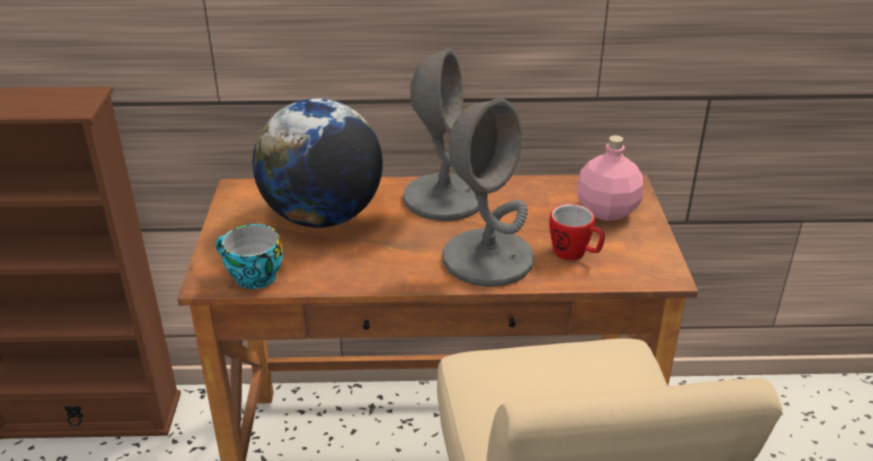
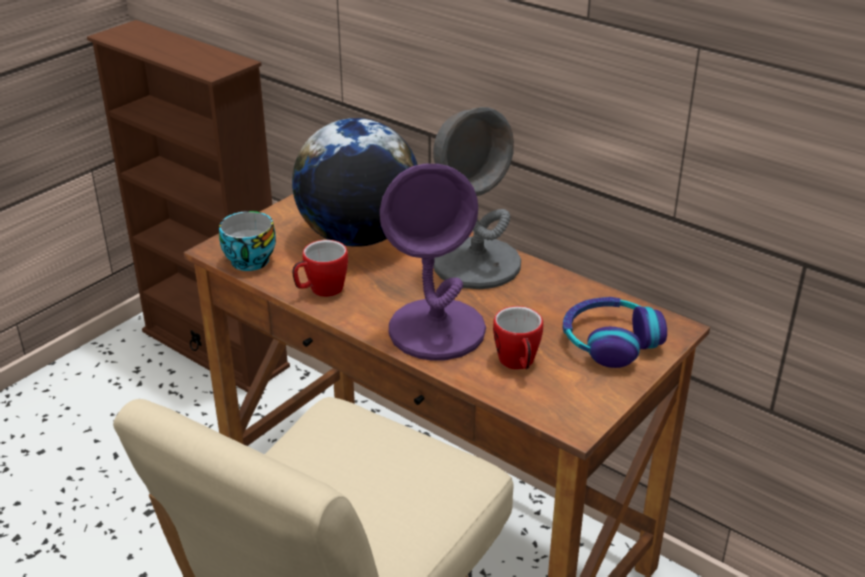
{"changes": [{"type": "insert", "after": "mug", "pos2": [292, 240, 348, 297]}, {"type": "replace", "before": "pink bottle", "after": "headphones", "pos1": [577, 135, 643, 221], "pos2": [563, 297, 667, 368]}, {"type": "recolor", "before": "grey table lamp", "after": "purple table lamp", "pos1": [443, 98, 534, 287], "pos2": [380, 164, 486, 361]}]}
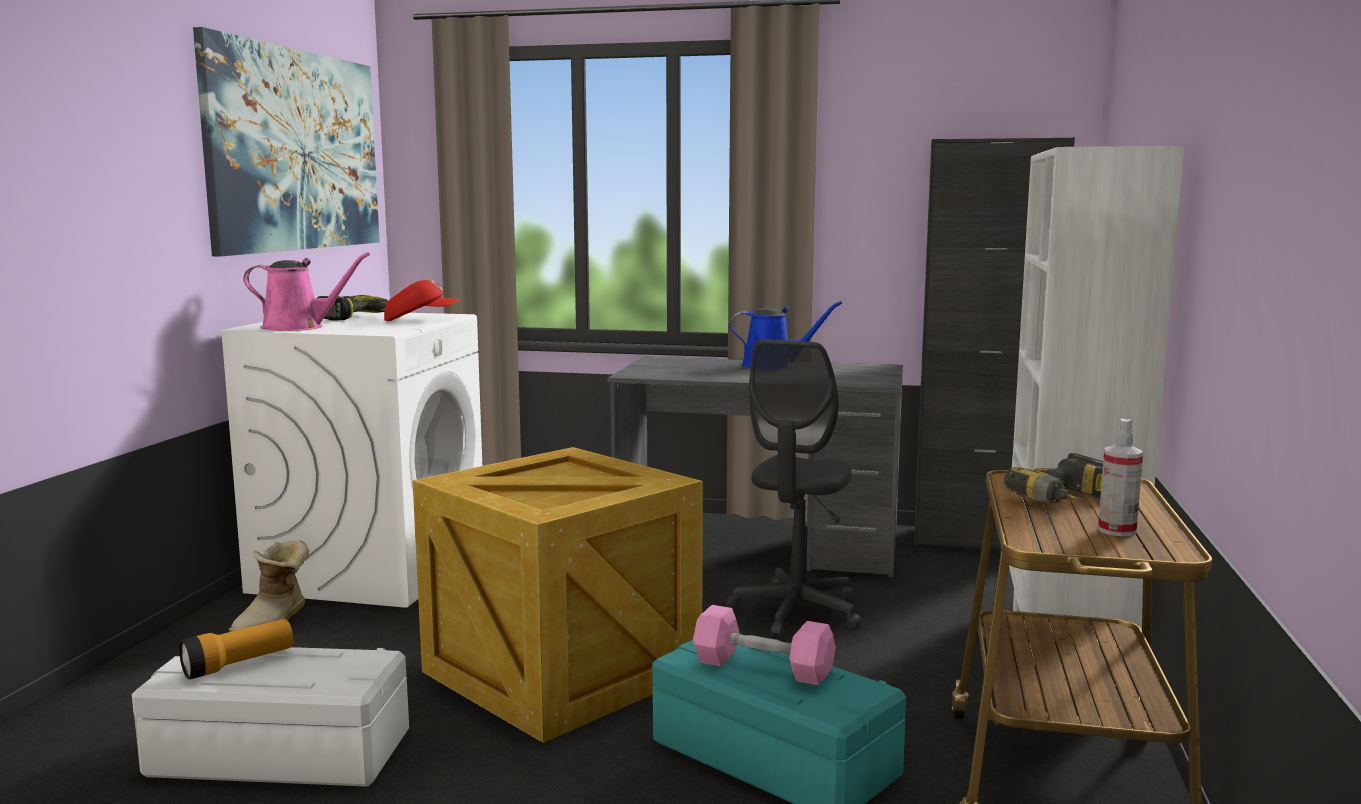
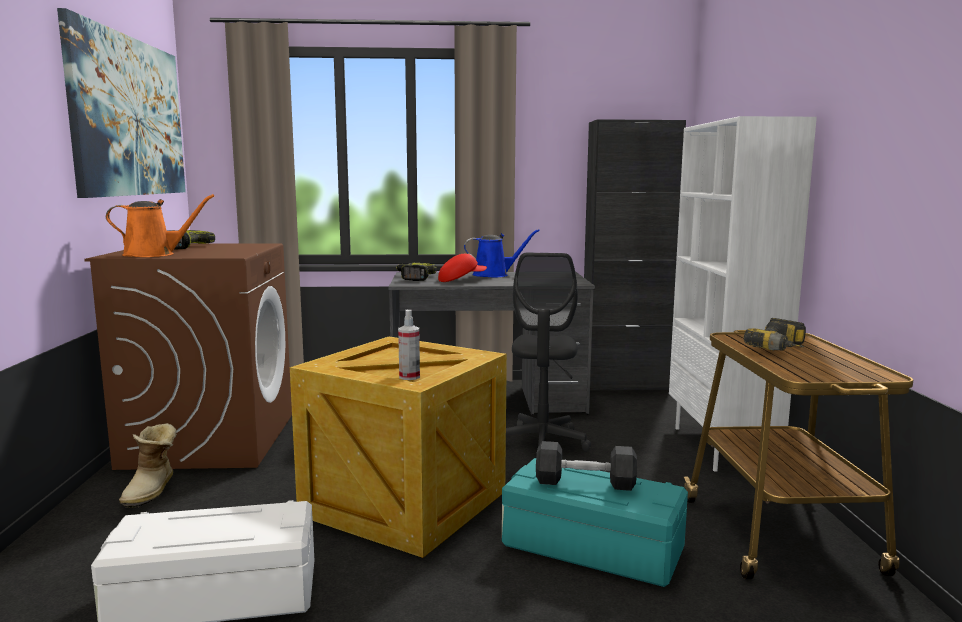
{"changes": [{"type": "delete", "before": "flashlight", "pos1": [179, 619, 293, 679]}, {"type": "insert", "after": "power drill", "pos2": [396, 263, 437, 281]}, {"type": "move", "before": "red cap", "pos1": [384, 280, 459, 321], "pos2": [438, 253, 487, 282]}, {"type": "move", "before": "spray bottle", "pos1": [1098, 419, 1143, 536], "pos2": [398, 310, 420, 380]}, {"type": "recolor", "before": "white washing machine", "after": "brown washing machine", "pos1": [216, 312, 482, 608], "pos2": [84, 243, 292, 470]}, {"type": "recolor", "before": "pink watering can", "after": "orange watering can", "pos1": [243, 252, 370, 331], "pos2": [106, 194, 214, 257]}, {"type": "recolor", "before": "pink dumbbell", "after": "grey dumbbell", "pos1": [693, 605, 835, 685], "pos2": [536, 441, 637, 491]}]}
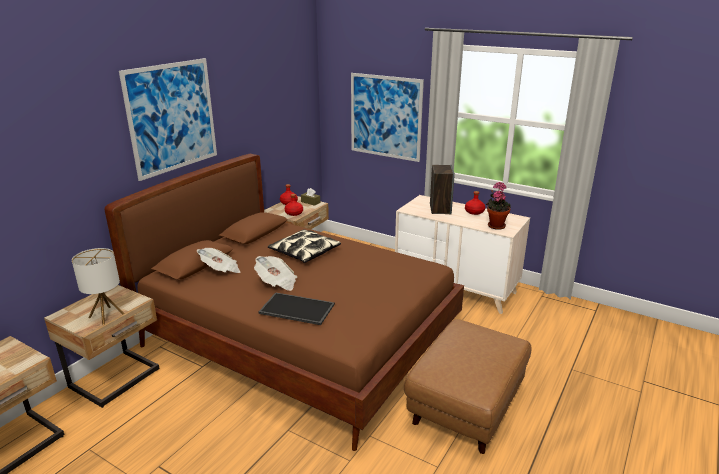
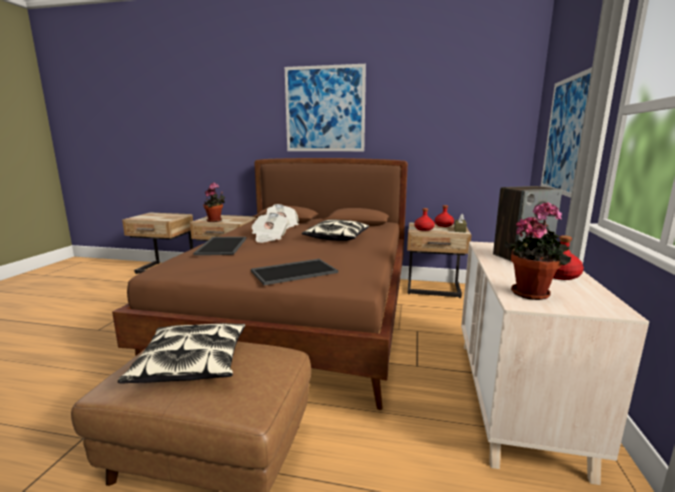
{"changes": [{"type": "insert", "after": "pillow", "pos2": [118, 323, 245, 384]}, {"type": "insert", "after": "tray", "pos2": [251, 259, 338, 285]}, {"type": "replace", "before": "table lamp", "after": "potted plant", "pos1": [72, 248, 125, 325], "pos2": [203, 183, 225, 222]}]}
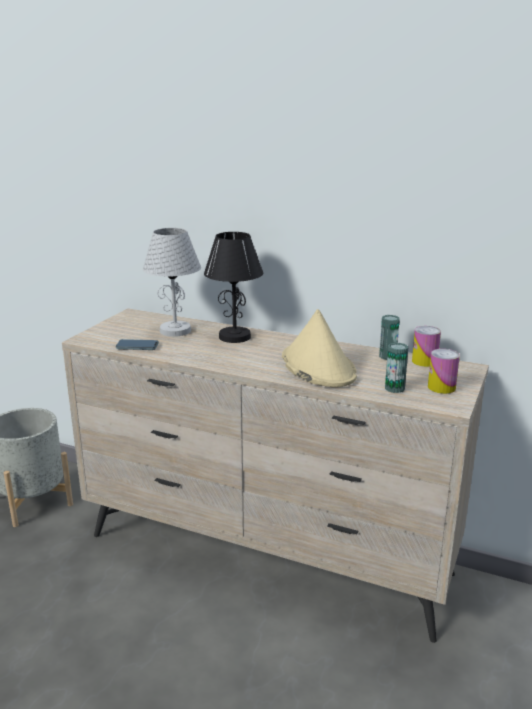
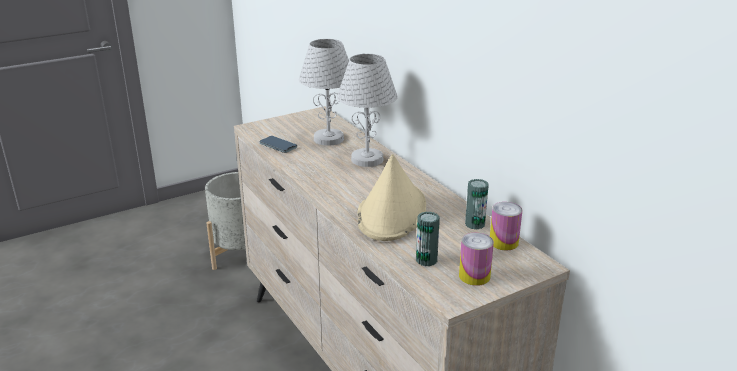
{"changes": [{"type": "recolor", "before": "black table lamp", "after": "white table lamp", "pos1": [204, 232, 263, 343], "pos2": [337, 54, 398, 167]}]}
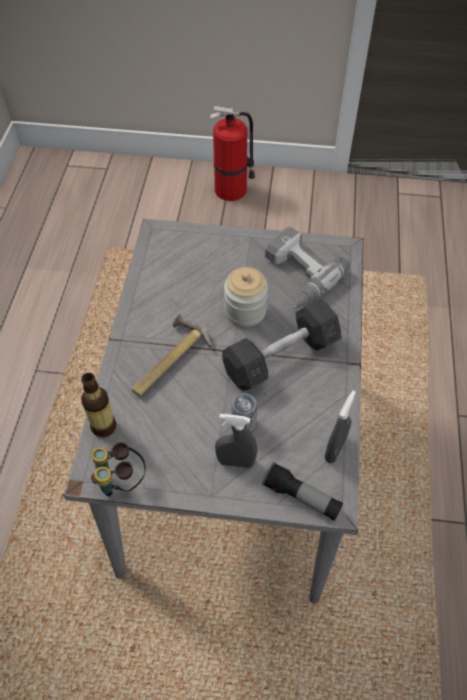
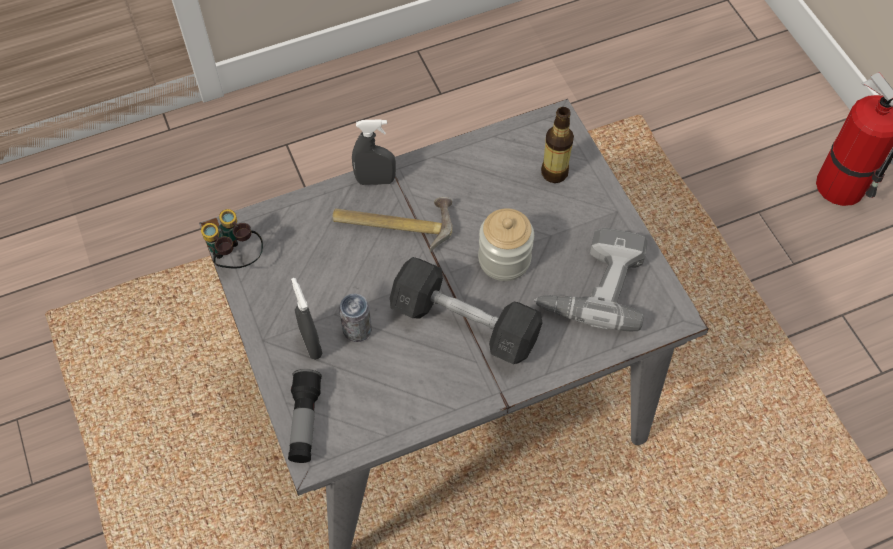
{"changes": [{"type": "move", "before": "bottle", "pos1": [81, 373, 116, 437], "pos2": [541, 107, 574, 183]}, {"type": "move", "before": "grey spray bottle", "pos1": [325, 391, 356, 463], "pos2": [352, 119, 396, 185]}]}
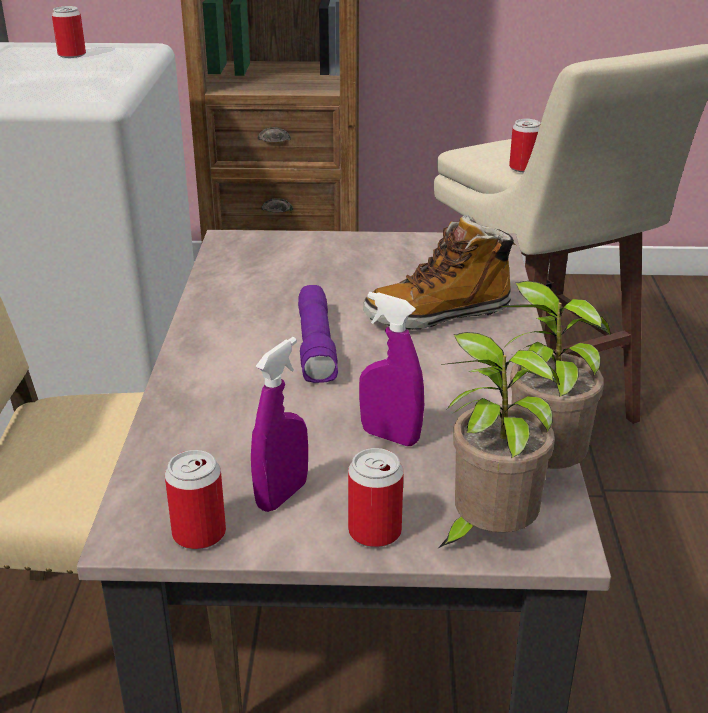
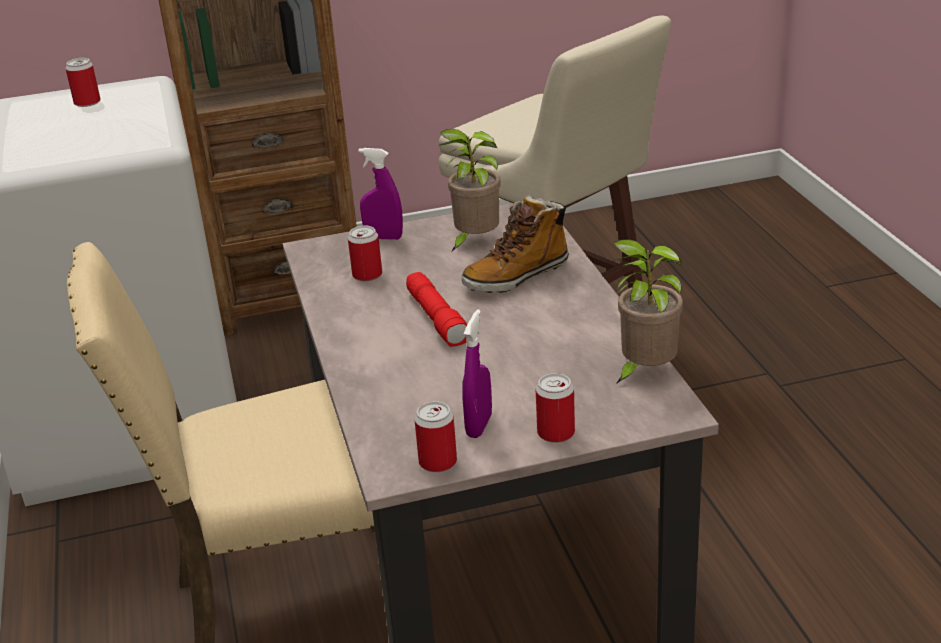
{"changes": [{"type": "move", "before": "purple spray bottle", "pos1": [359, 292, 424, 446], "pos2": [358, 148, 403, 240]}, {"type": "move", "before": "potted plant", "pos1": [437, 332, 560, 549], "pos2": [440, 129, 501, 252]}, {"type": "move", "before": "can", "pos1": [509, 119, 541, 172], "pos2": [348, 225, 382, 281]}, {"type": "recolor", "before": "purple flashlight", "after": "red flashlight", "pos1": [298, 285, 338, 383], "pos2": [406, 272, 467, 347]}]}
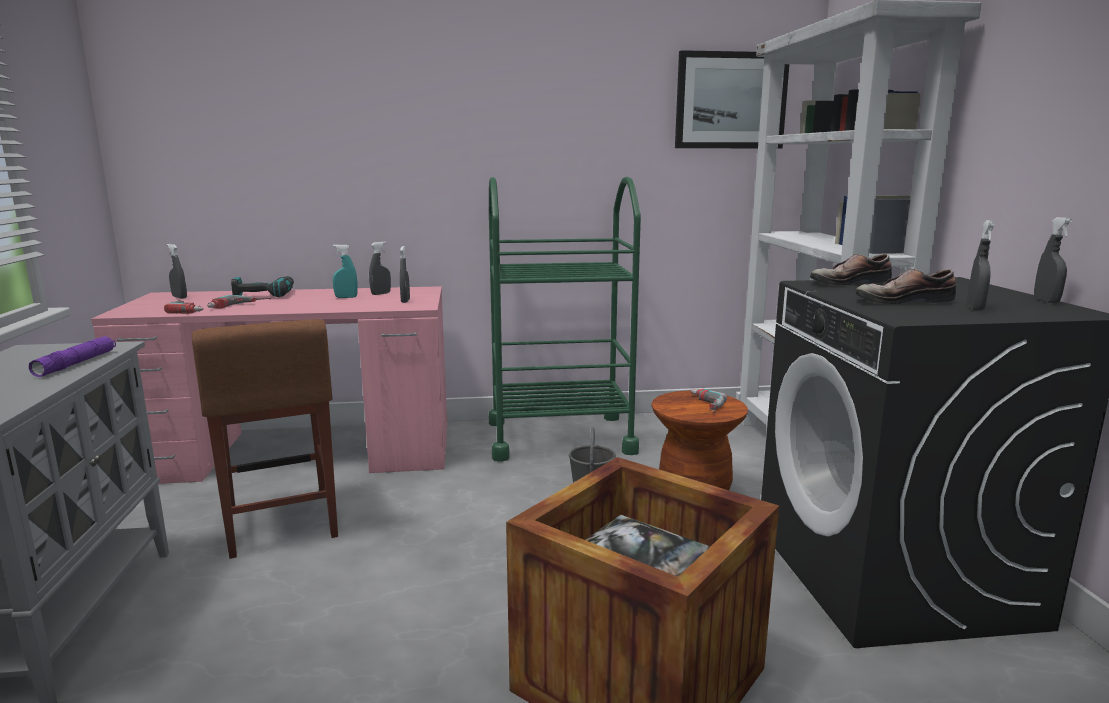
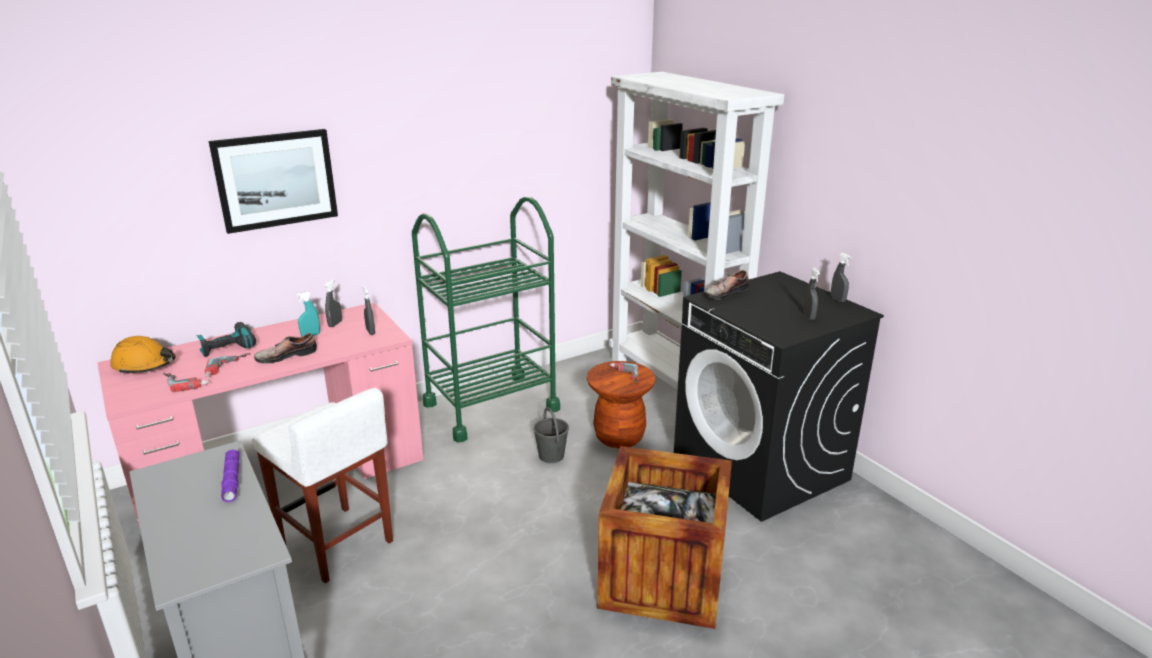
{"changes": [{"type": "move", "before": "picture", "pos1": [675, 50, 789, 148], "pos2": [209, 129, 338, 234]}, {"type": "move", "before": "shoe", "pos1": [855, 269, 956, 304], "pos2": [254, 333, 317, 364]}, {"type": "replace", "before": "grey spray bottle", "after": "orange hard hat", "pos1": [167, 244, 187, 299], "pos2": [111, 336, 176, 375]}, {"type": "recolor", "before": "brown stool", "after": "white stool", "pos1": [192, 319, 338, 559], "pos2": [252, 388, 393, 583]}]}
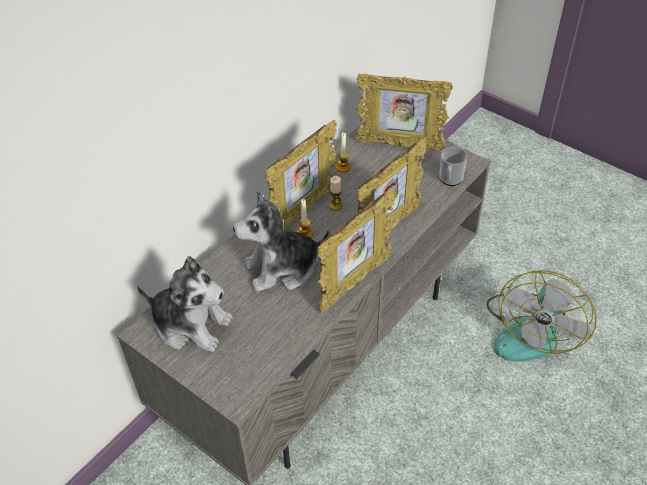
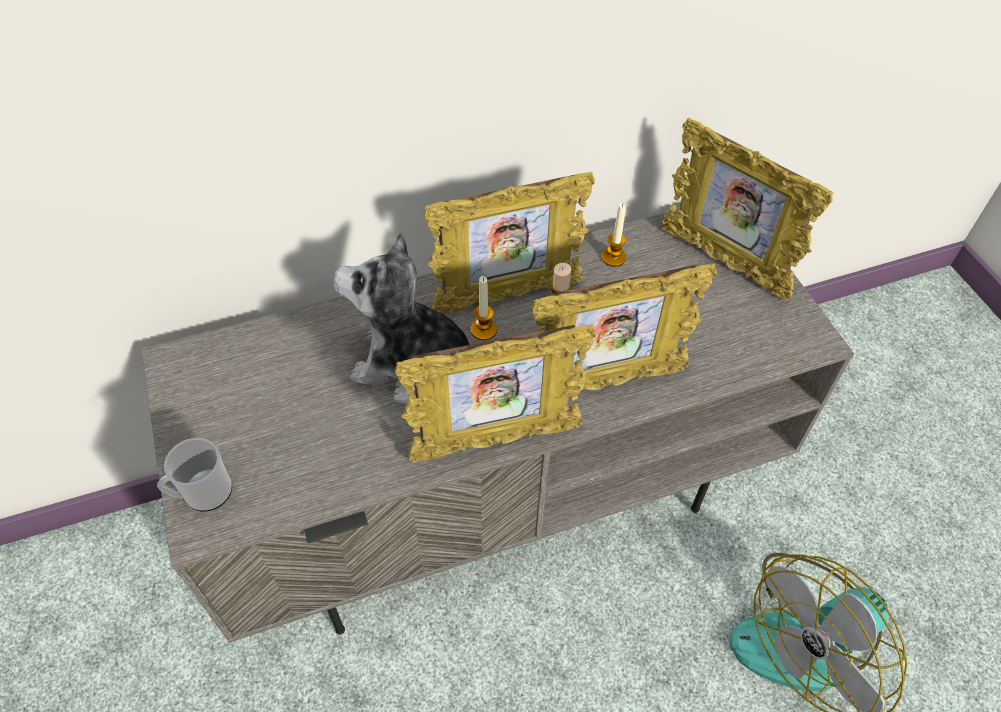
{"changes": [{"type": "delete", "before": "plush toy", "pos1": [137, 256, 233, 352]}, {"type": "move", "before": "mug", "pos1": [439, 147, 468, 186], "pos2": [157, 438, 232, 511]}]}
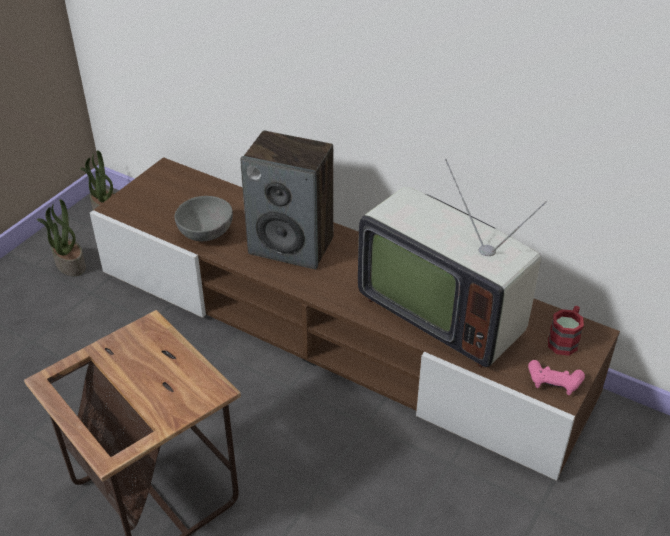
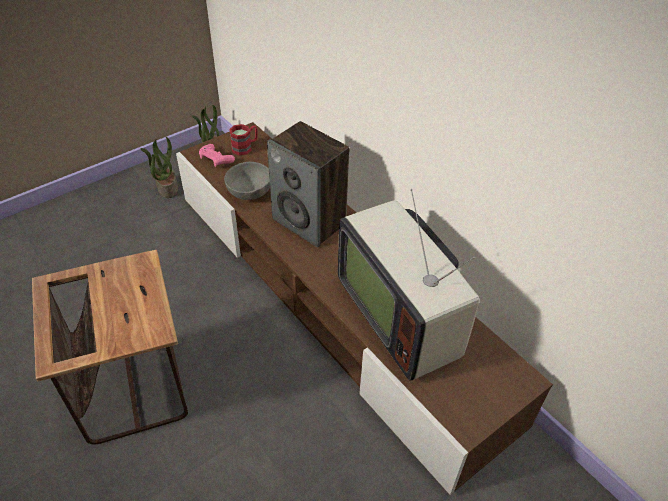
{"changes": [{"type": "move", "before": "pink game controller", "pos1": [528, 360, 585, 395], "pos2": [199, 144, 235, 167]}, {"type": "move", "before": "red mug", "pos1": [548, 306, 584, 356], "pos2": [229, 124, 258, 156]}]}
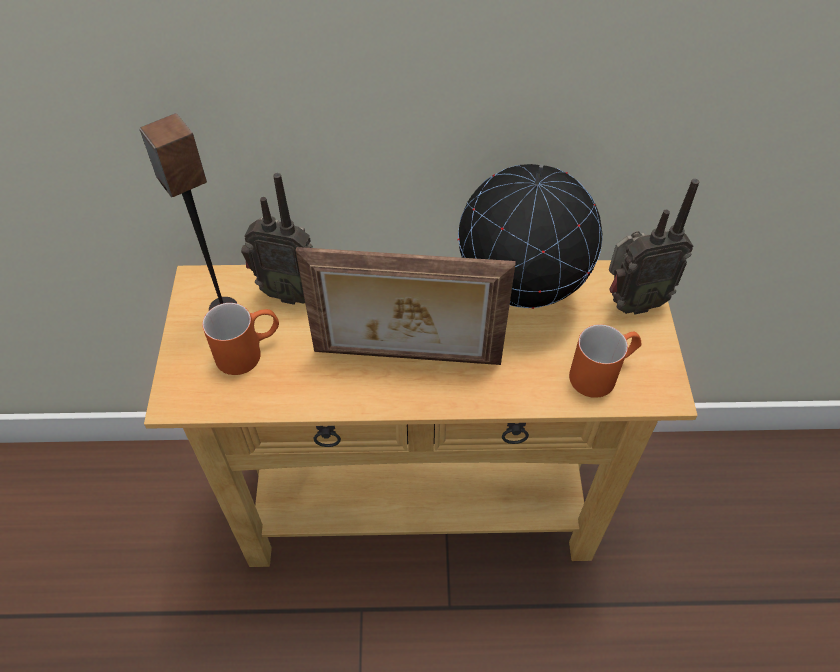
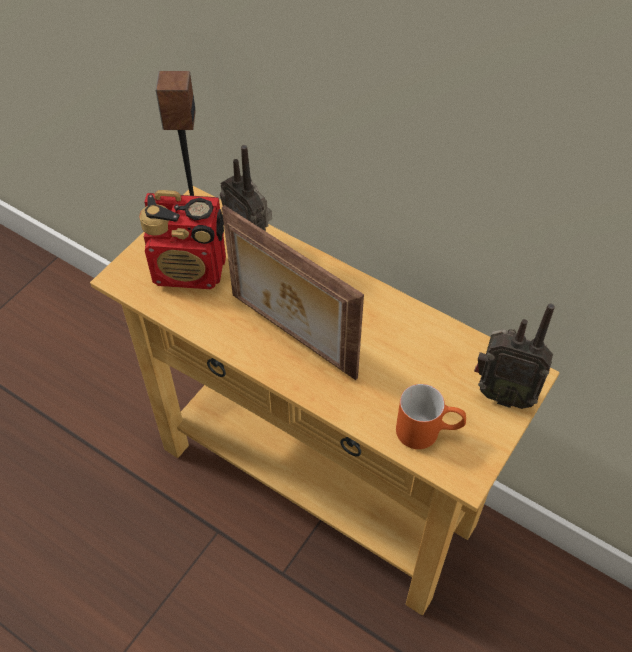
{"changes": [{"type": "delete", "before": "globe", "pos1": [458, 164, 603, 309]}, {"type": "replace", "before": "orange mug", "after": "radio", "pos1": [202, 303, 279, 375], "pos2": [139, 190, 226, 289]}]}
